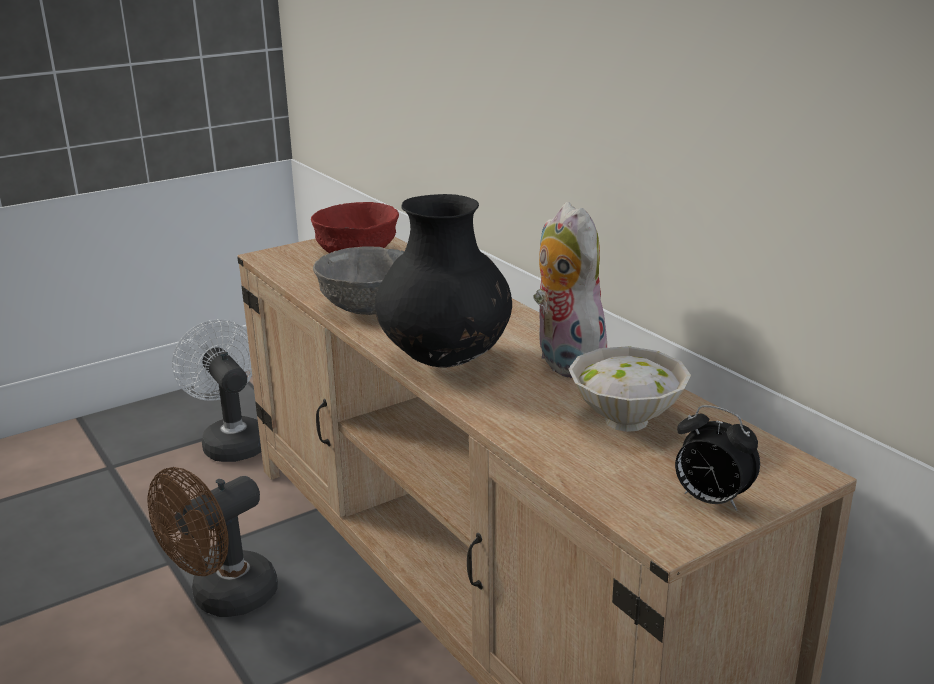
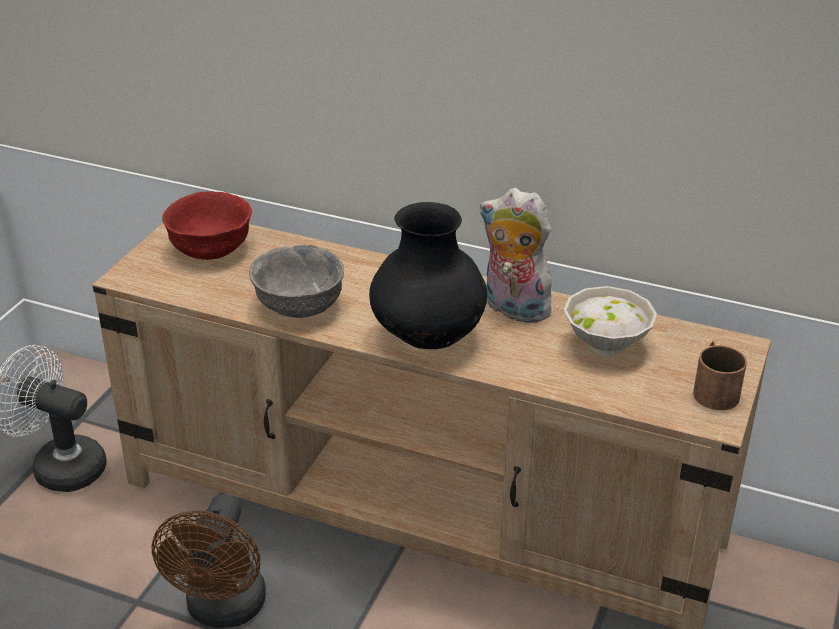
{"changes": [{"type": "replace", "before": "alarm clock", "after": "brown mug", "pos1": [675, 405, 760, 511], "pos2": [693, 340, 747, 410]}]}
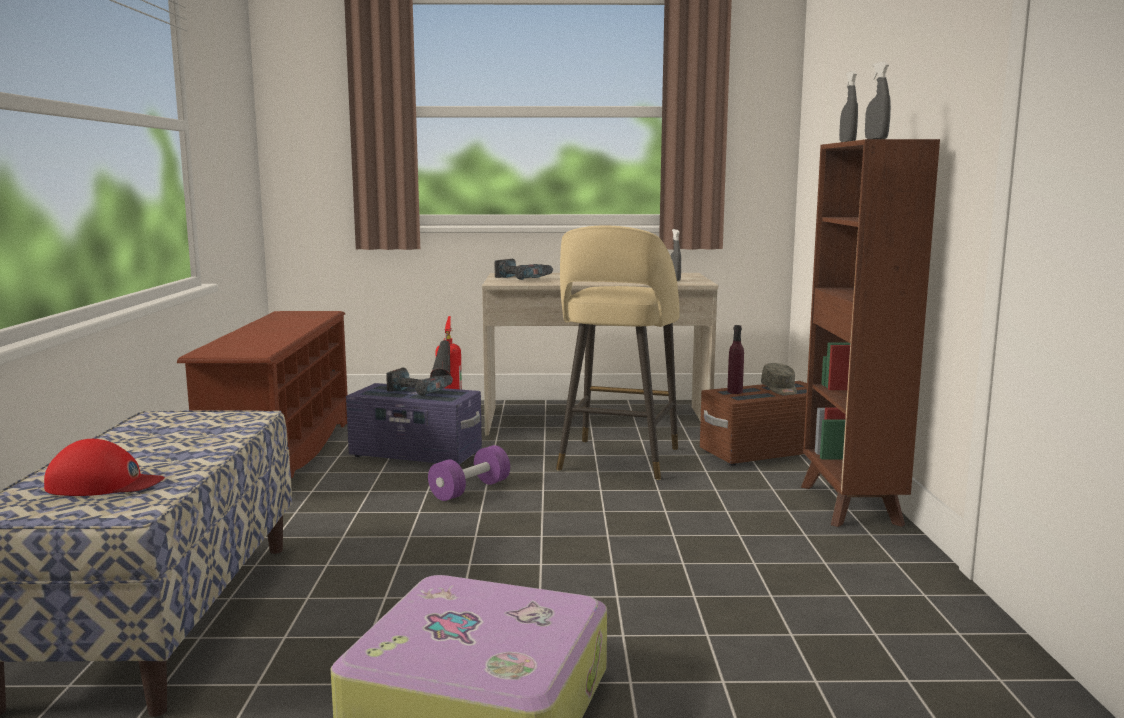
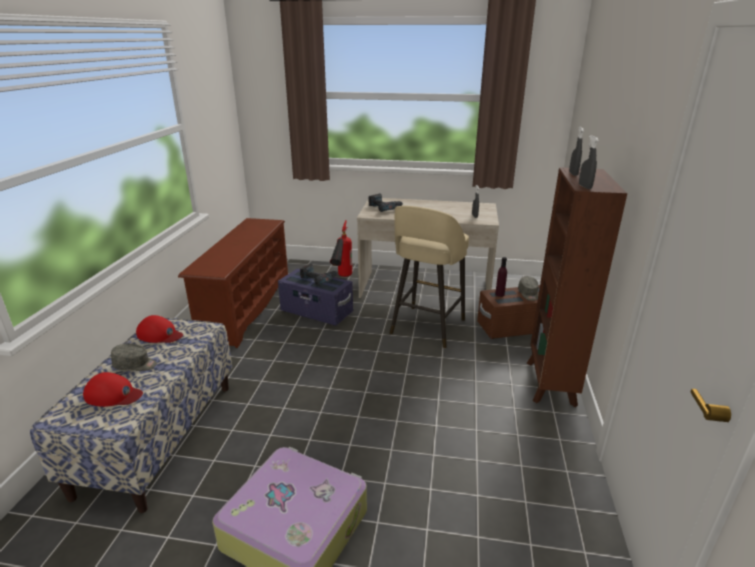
{"changes": [{"type": "delete", "before": "purple dumbbell", "pos1": [428, 445, 510, 501]}, {"type": "insert", "after": "grey cap", "pos2": [111, 343, 157, 371]}, {"type": "insert", "after": "red cap", "pos2": [136, 315, 183, 343]}]}
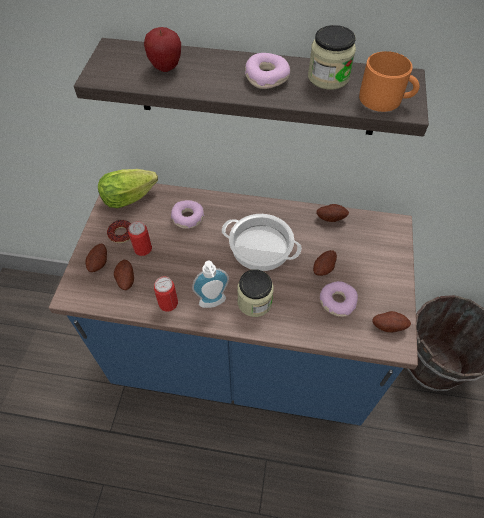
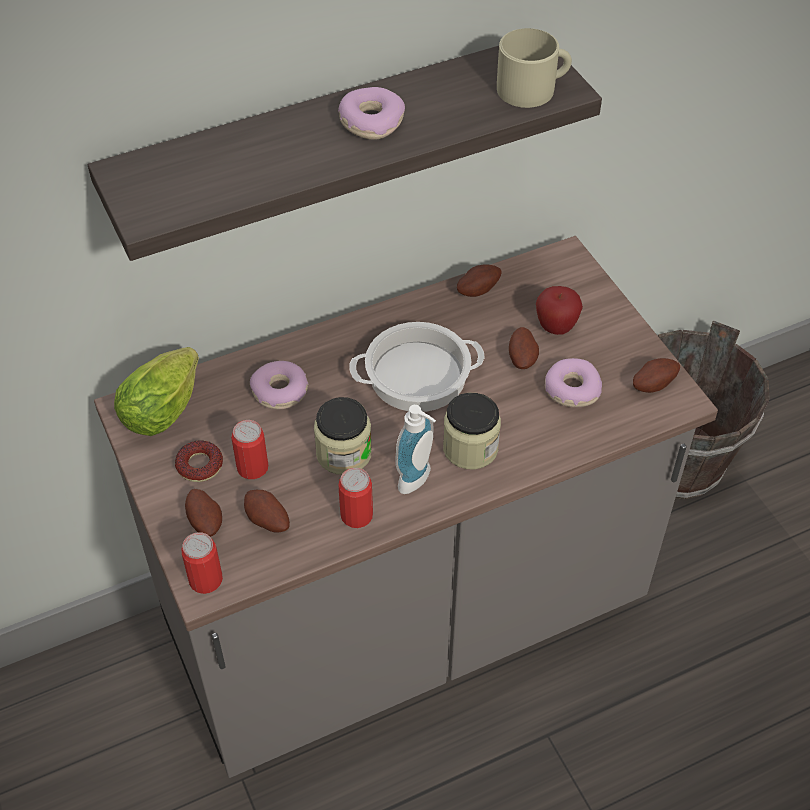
{"changes": [{"type": "insert", "after": "can", "pos2": [181, 532, 223, 594]}, {"type": "move", "before": "apple", "pos1": [144, 27, 181, 72], "pos2": [536, 286, 583, 335]}, {"type": "move", "before": "jar", "pos1": [308, 25, 356, 90], "pos2": [314, 397, 372, 475]}, {"type": "recolor", "before": "blue counter", "after": "grey counter", "pos1": [49, 183, 418, 426], "pos2": [94, 236, 718, 778]}, {"type": "recolor", "before": "orange mug", "after": "beige mug", "pos1": [359, 51, 420, 112], "pos2": [497, 28, 572, 108]}]}
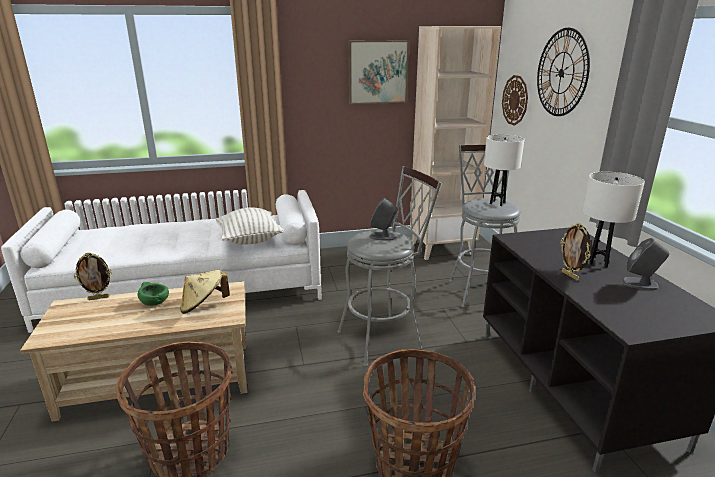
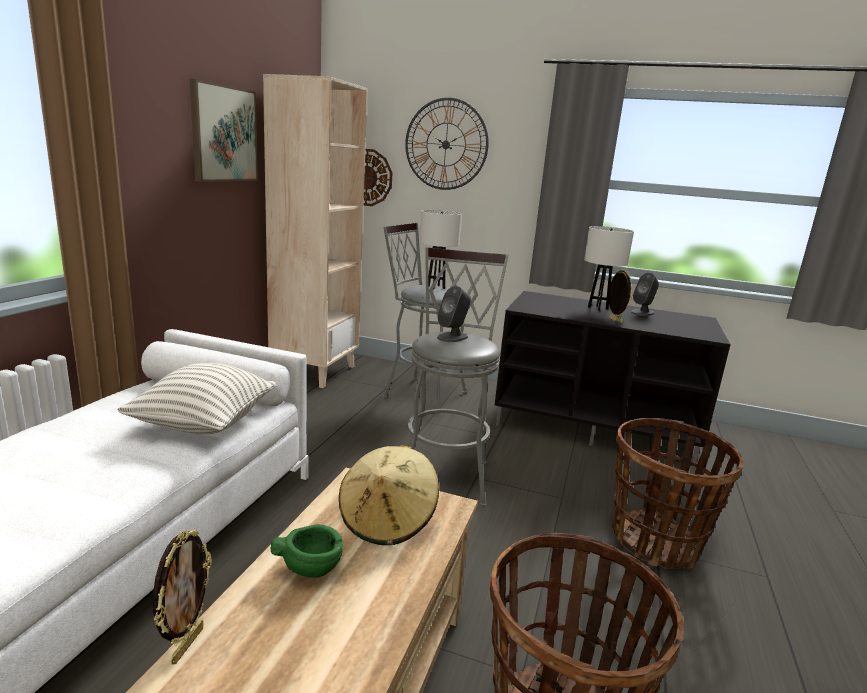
{"changes": [{"type": "rotate", "before": "picture frame", "pos1": [561, 223, 591, 280], "pos2": [608, 269, 633, 323], "turn": -120}]}
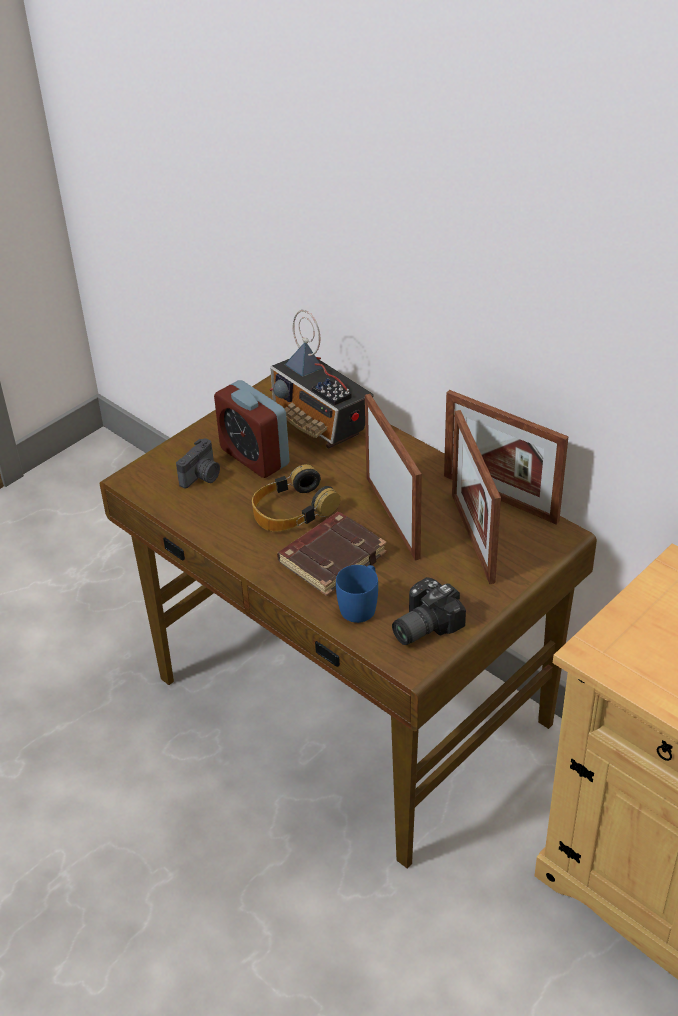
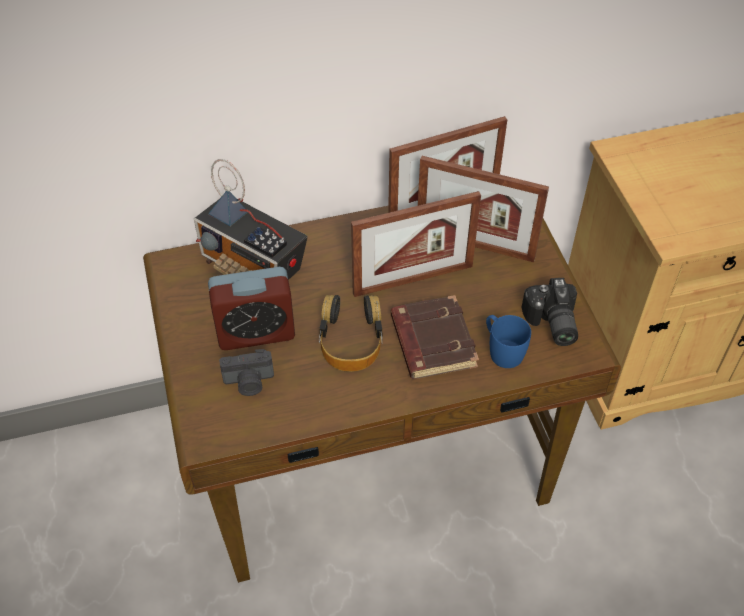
{"changes": [{"type": "rotate", "before": "photo camera", "pos1": [176, 438, 220, 488], "pos2": [219, 349, 274, 396], "turn": 105}, {"type": "rotate", "before": "radio", "pos1": [270, 310, 374, 448], "pos2": [194, 159, 308, 280], "turn": 45}, {"type": "rotate", "before": "picture frame", "pos1": [365, 394, 422, 560], "pos2": [351, 191, 481, 297], "turn": 150}]}
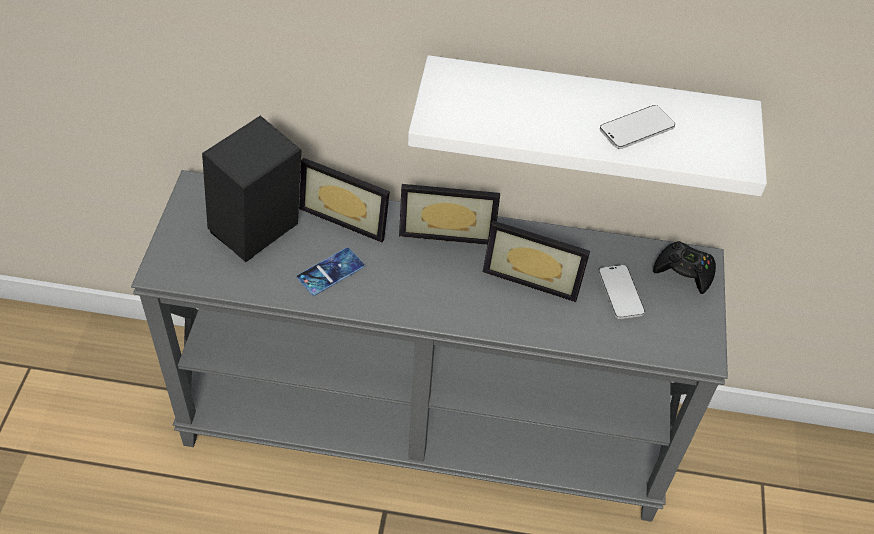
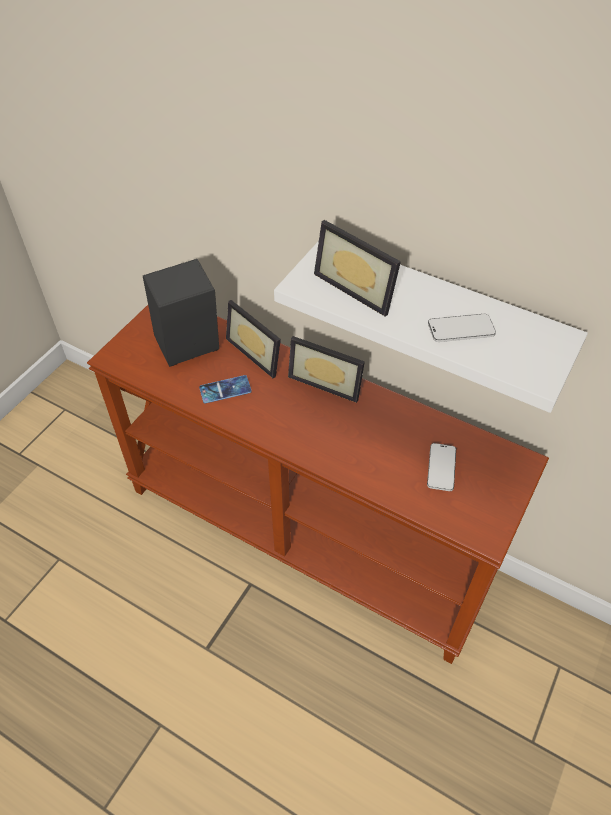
{"changes": [{"type": "delete", "before": "black game controller", "pos1": [653, 241, 716, 294]}, {"type": "move", "before": "picture frame", "pos1": [483, 221, 590, 302], "pos2": [314, 220, 401, 317]}, {"type": "recolor", "before": "grey console table", "after": "brown console table", "pos1": [131, 170, 728, 522], "pos2": [87, 305, 549, 664]}]}
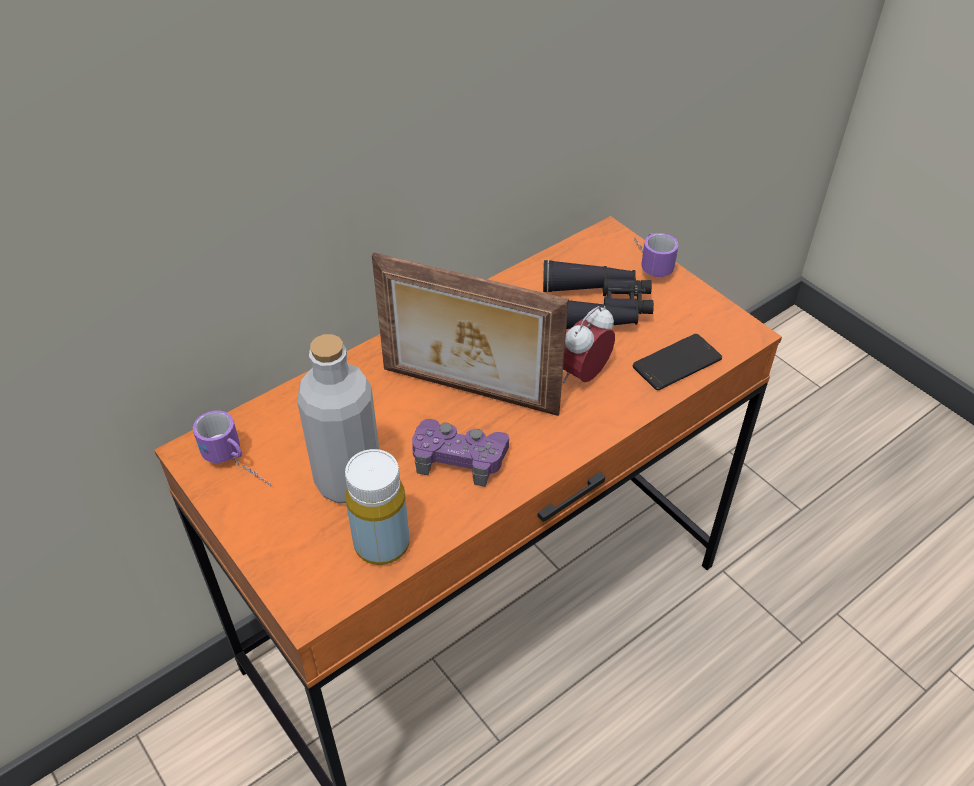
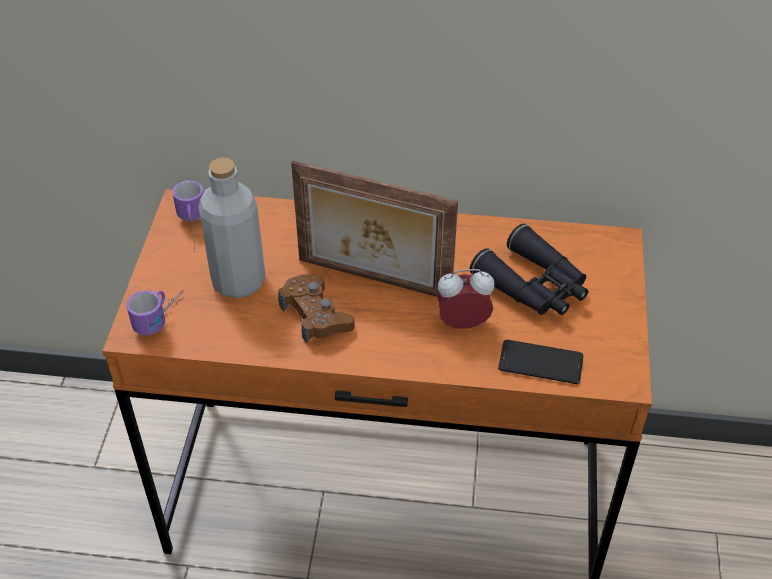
{"changes": [{"type": "delete", "before": "yellow bottle", "pos1": [345, 449, 410, 565]}, {"type": "move", "before": "mug", "pos1": [634, 233, 678, 277], "pos2": [127, 290, 183, 335]}, {"type": "recolor", "before": "purple game controller", "after": "brown game controller", "pos1": [412, 419, 509, 487], "pos2": [278, 275, 355, 344]}, {"type": "rotate", "before": "picture frame", "pos1": [372, 252, 569, 416], "pos2": [291, 161, 458, 297], "turn": -45}]}
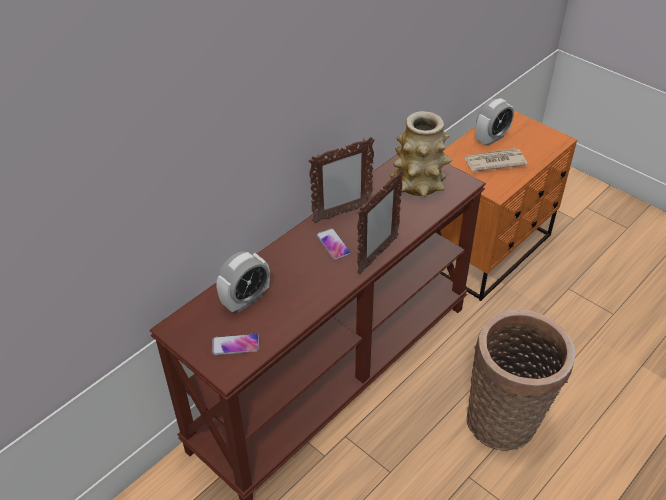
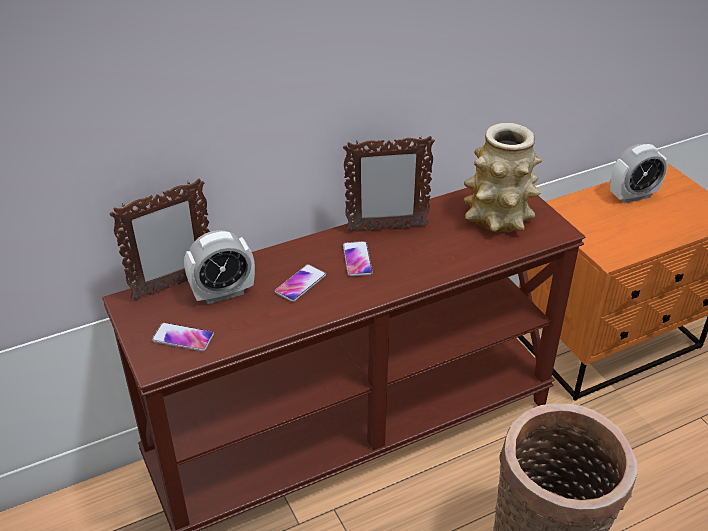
{"changes": [{"type": "delete", "before": "newspaper", "pos1": [464, 148, 528, 172]}, {"type": "insert", "after": "phone", "pos2": [275, 264, 326, 302]}, {"type": "move", "before": "picture frame", "pos1": [357, 170, 403, 274], "pos2": [109, 179, 210, 301]}]}
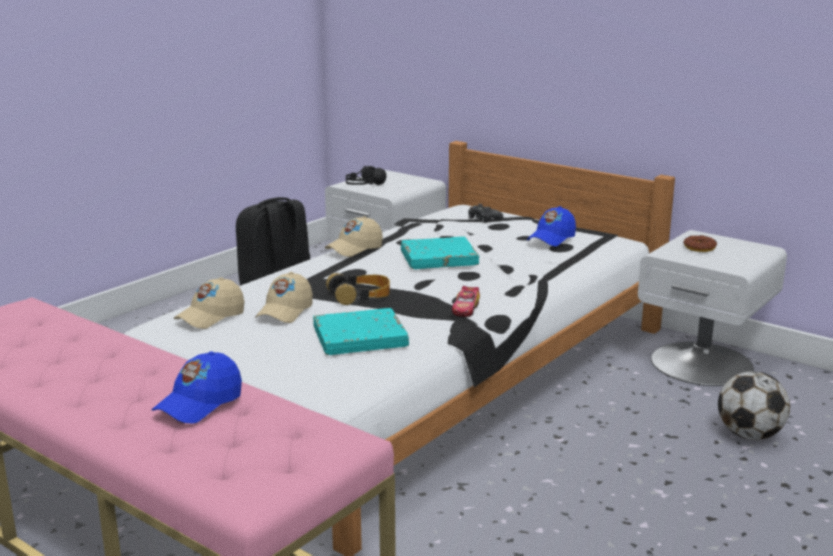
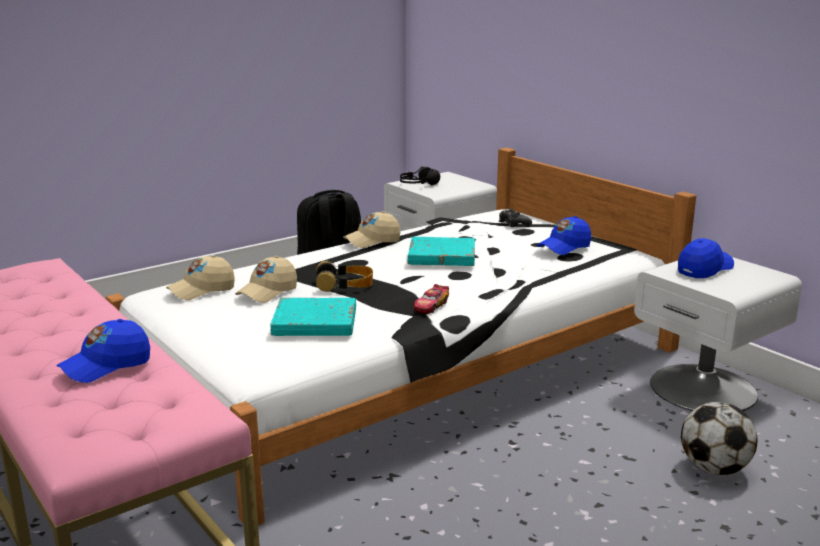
{"changes": [{"type": "replace", "before": "donut", "after": "blue cap", "pos1": [683, 235, 717, 252], "pos2": [678, 238, 734, 278]}]}
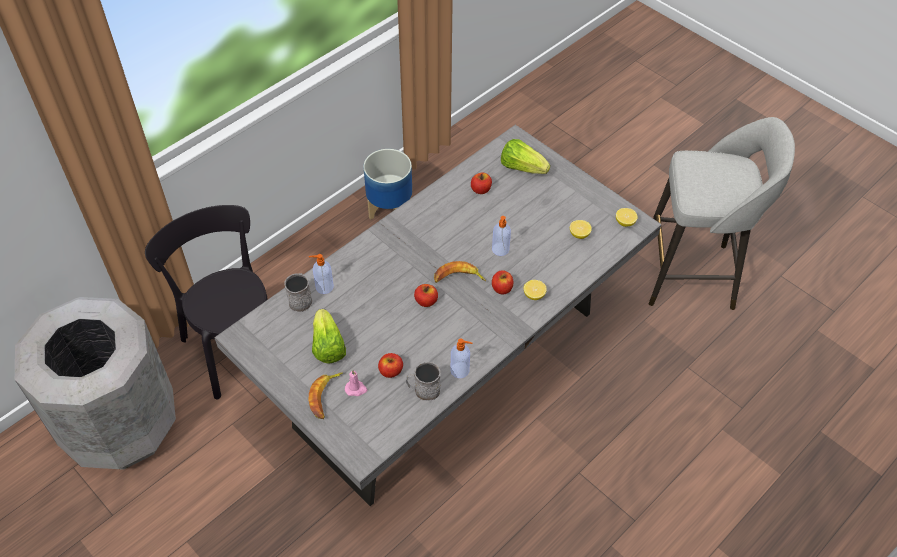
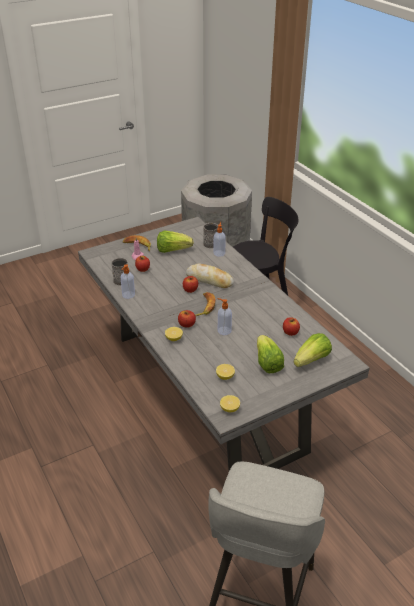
{"changes": [{"type": "delete", "before": "planter", "pos1": [363, 149, 412, 220]}, {"type": "insert", "after": "bread", "pos2": [186, 264, 234, 288]}, {"type": "insert", "after": "lettuce", "pos2": [257, 335, 284, 373]}]}
